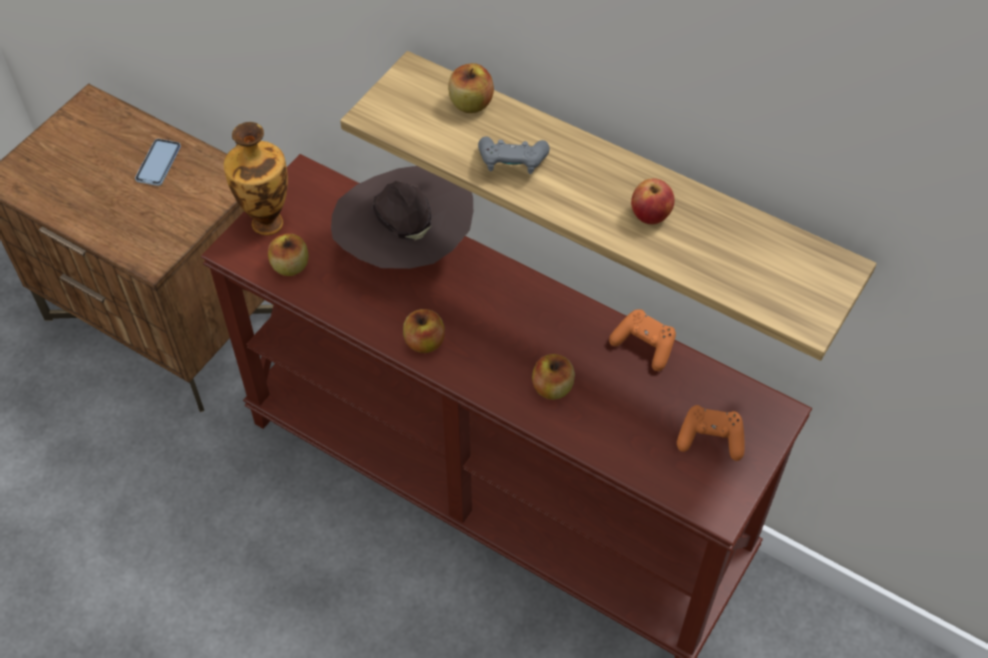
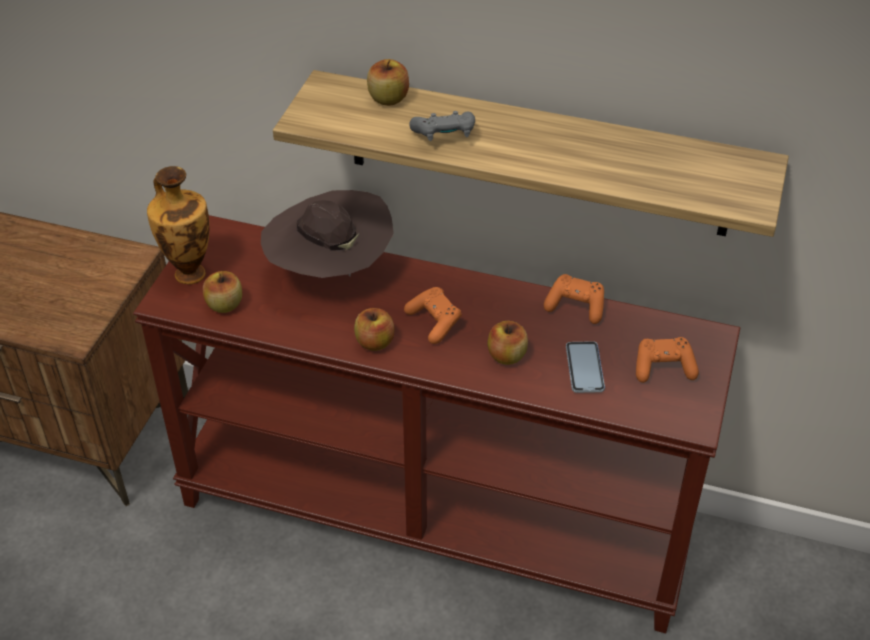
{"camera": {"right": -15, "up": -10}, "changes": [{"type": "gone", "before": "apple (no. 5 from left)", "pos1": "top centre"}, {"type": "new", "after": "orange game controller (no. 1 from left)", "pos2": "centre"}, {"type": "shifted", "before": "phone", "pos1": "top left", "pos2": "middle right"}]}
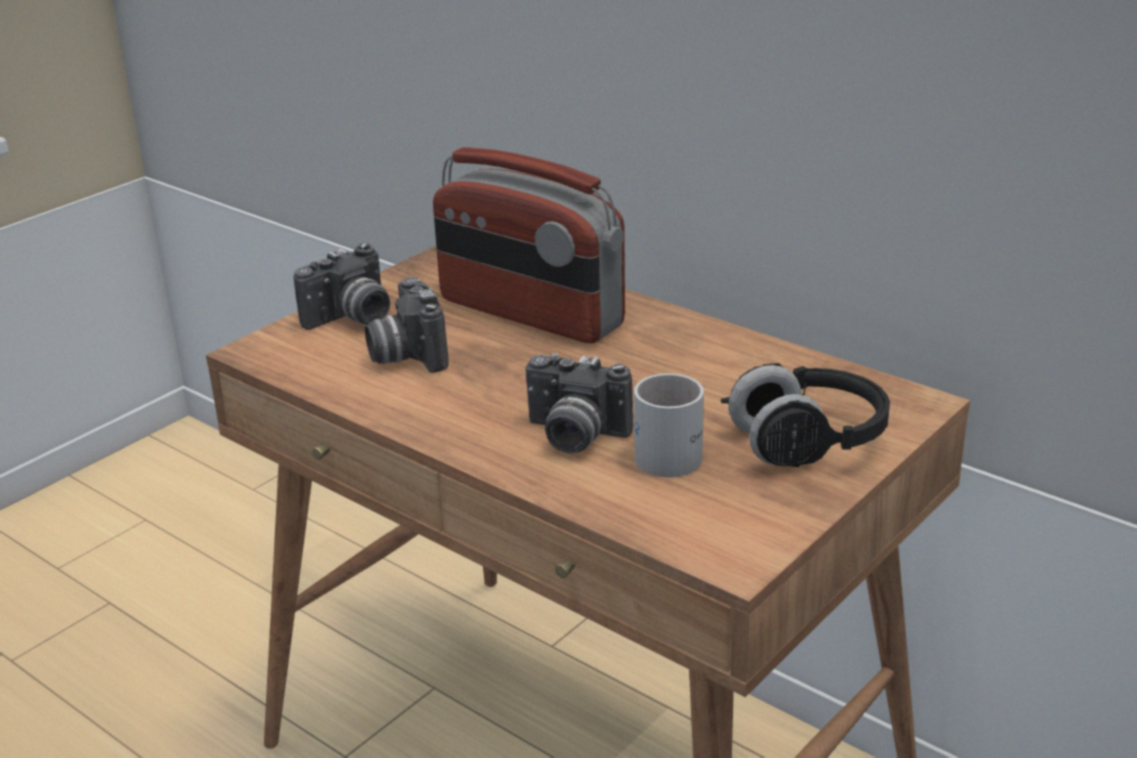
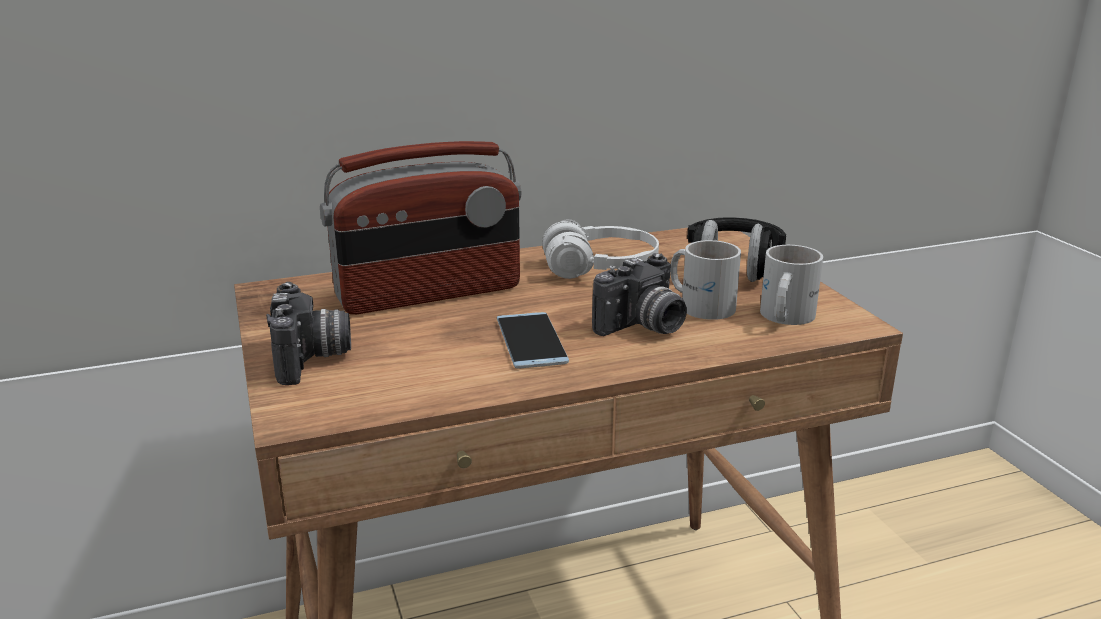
{"camera": {"right": -60, "up": -5}, "changes": [{"type": "gone", "before": "photo camera (no. 2 from left)", "pos1": "centre"}, {"type": "new", "after": "phone", "pos2": "centre"}, {"type": "new", "after": "white headphones", "pos2": "centre"}, {"type": "new", "after": "white mug (no. 2 from left)", "pos2": "middle right"}]}
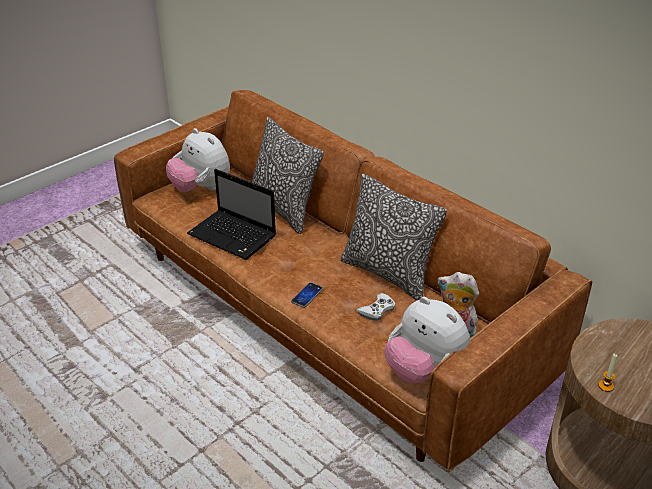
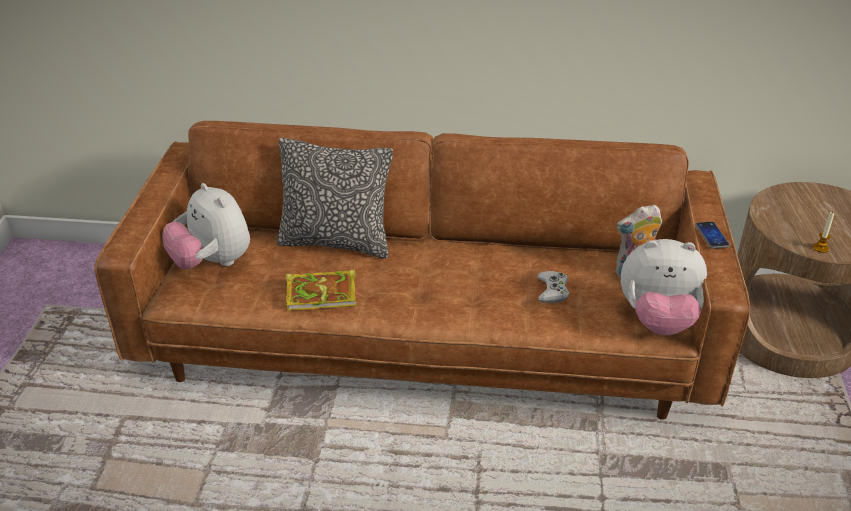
{"camera": {"right": -40, "up": 0}, "changes": [{"type": "gone", "before": "pillow (no. 2 from left)", "pos1": "centre"}, {"type": "shifted", "before": "phone", "pos1": "centre", "pos2": "middle right"}, {"type": "swapped", "before": "laptop", "after": "book", "pos1": "centre", "pos2": "centre"}, {"type": "rotated", "before": "plush toy (no. 1 from left)", "pos1": "top left", "pos2": "middle left", "turn": 45}]}
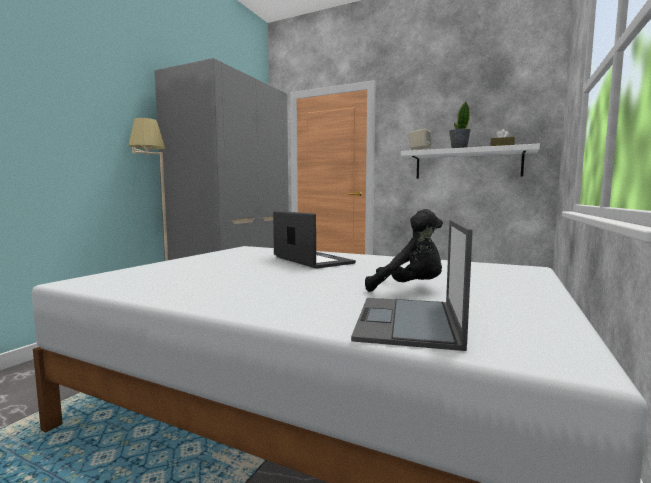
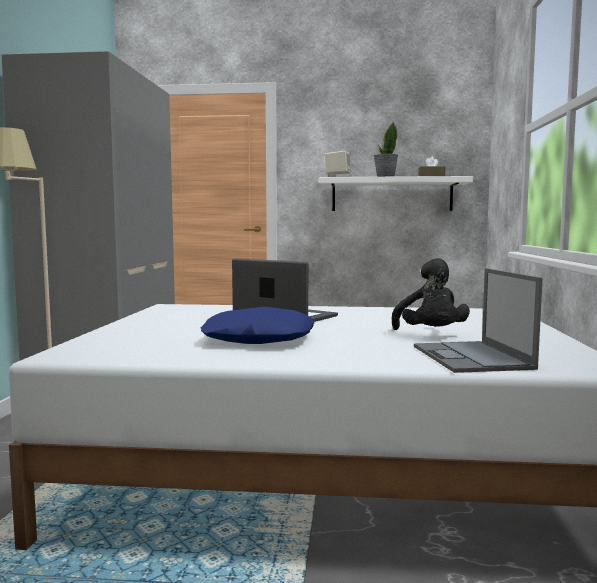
{"camera": {"right": -20, "up": 0}, "changes": [{"type": "new", "after": "blue pillow", "pos2": "centre"}, {"type": "rotated", "before": "black plush toy", "pos1": "centre", "pos2": "middle right", "turn": 75}]}
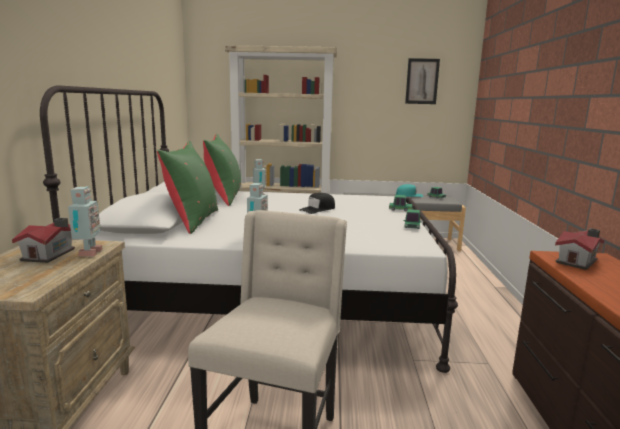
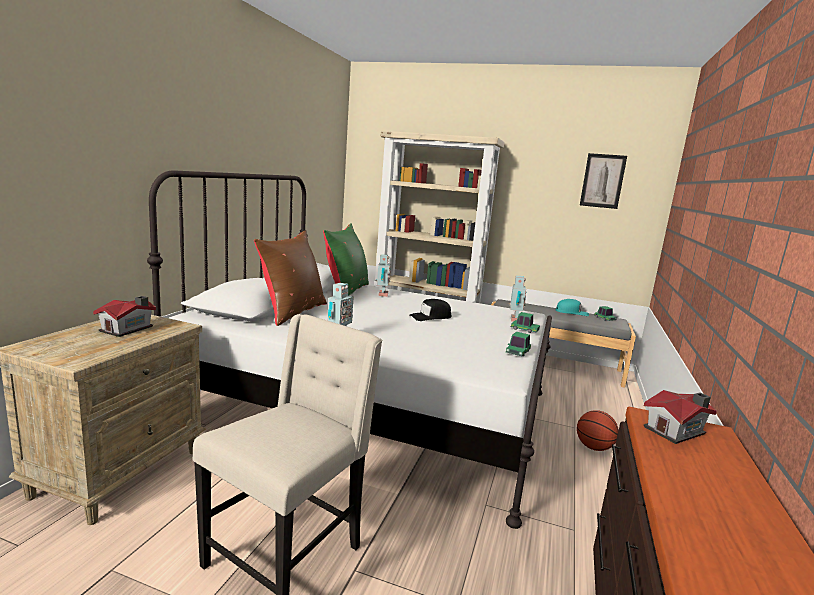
{"camera": {"right": 15, "up": 0}, "changes": [{"type": "new", "after": "basketball", "pos2": "bottom right"}, {"type": "shifted", "before": "toy robot (no. 1 from left in the first image)", "after": "toy robot (no. 3 from left)", "pos1": "middle left", "pos2": "centre"}, {"type": "repainted", "before": "green pillow (no. 1 from left)", "after": "brown pillow", "pos1": "middle left", "pos2": "centre"}]}
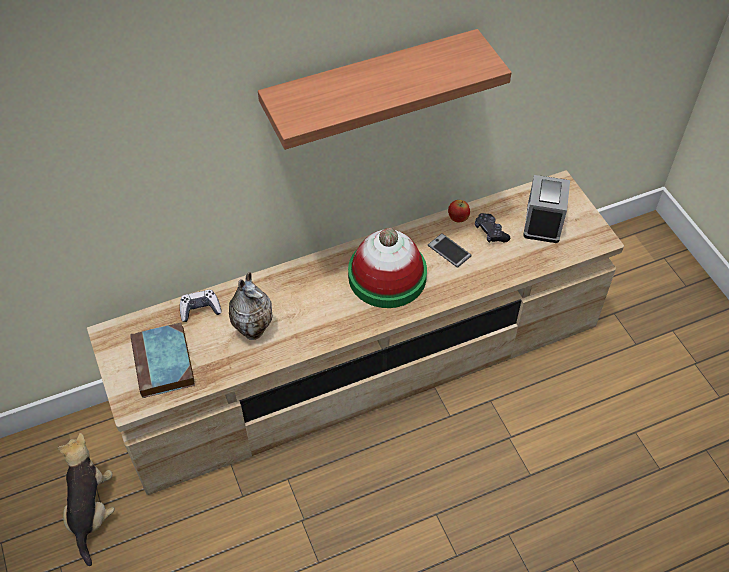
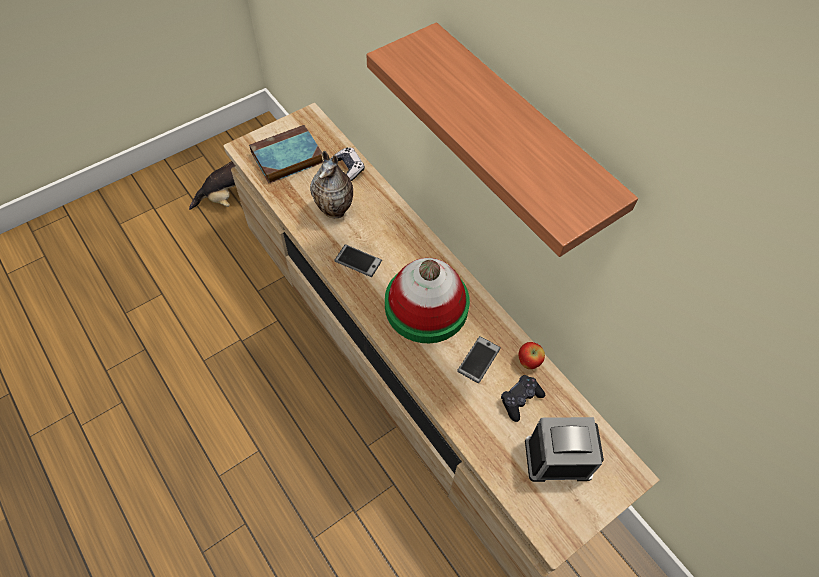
{"camera": {"right": 75, "up": 5}, "changes": [{"type": "new", "after": "phone (no. 1 from left)", "pos2": "centre"}]}
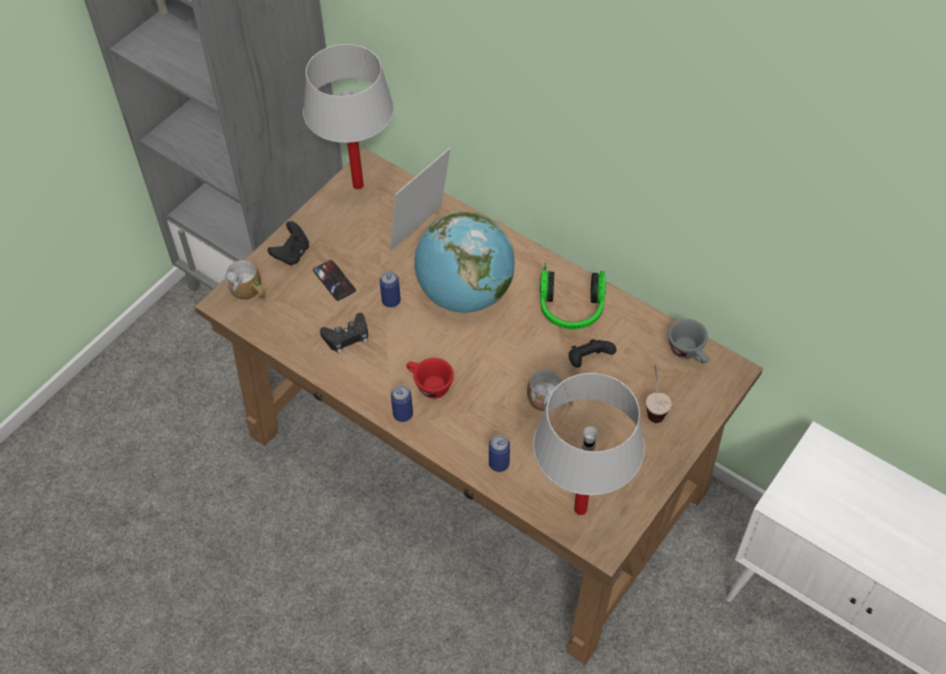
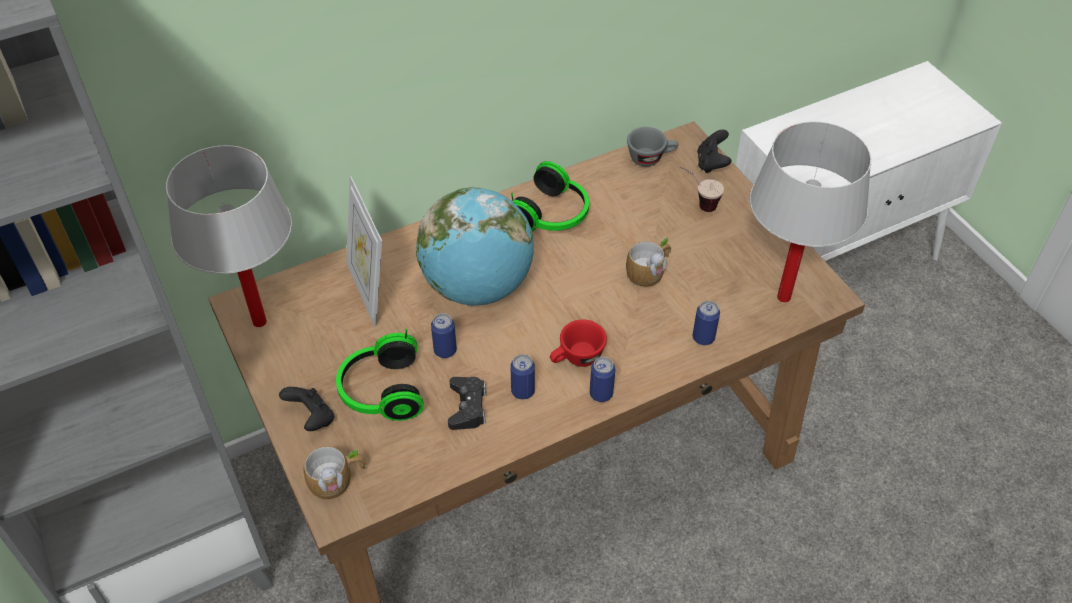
{"camera": {"right": -65, "up": -5}, "changes": [{"type": "new", "after": "can (no. 2 from left)", "pos2": "centre"}, {"type": "shifted", "before": "black game controller (no. 3 from left)", "pos1": "centre", "pos2": "top centre"}, {"type": "swapped", "before": "phone", "after": "headphones (no. 1 from left)", "pos1": "centre", "pos2": "centre"}]}
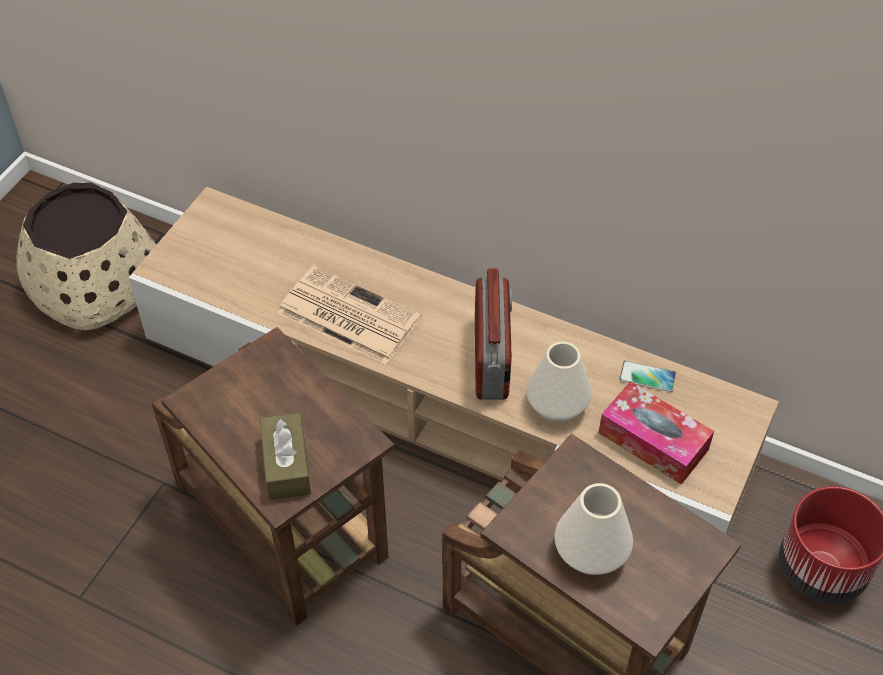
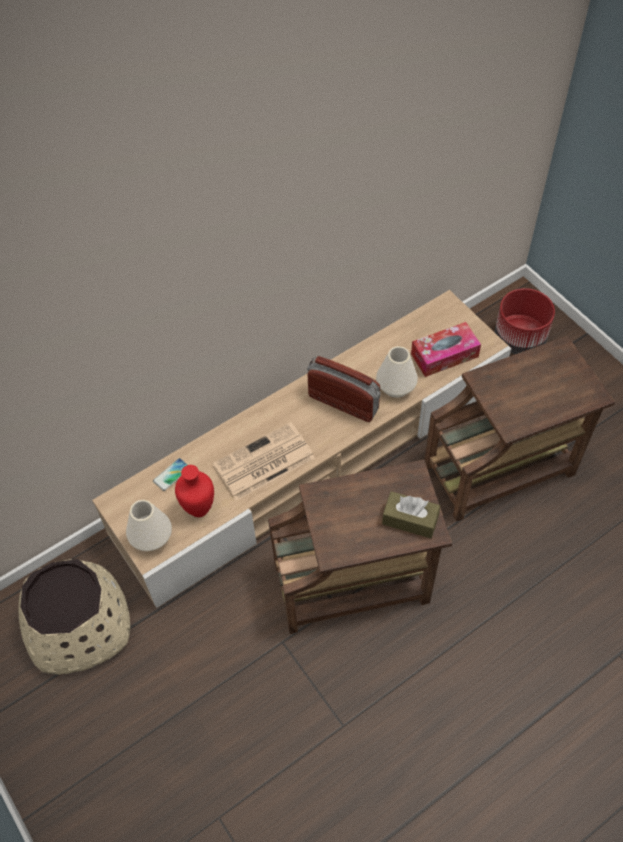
{"camera": {"right": -60, "up": 5}, "changes": [{"type": "new", "after": "red vase", "pos2": "middle left"}, {"type": "shifted", "before": "white vase (no. 2 from left in the first image)", "after": "white vase (no. 1 from left)", "pos1": "bottom right", "pos2": "middle left"}, {"type": "shifted", "before": "phone", "pos1": "middle right", "pos2": "middle left"}]}
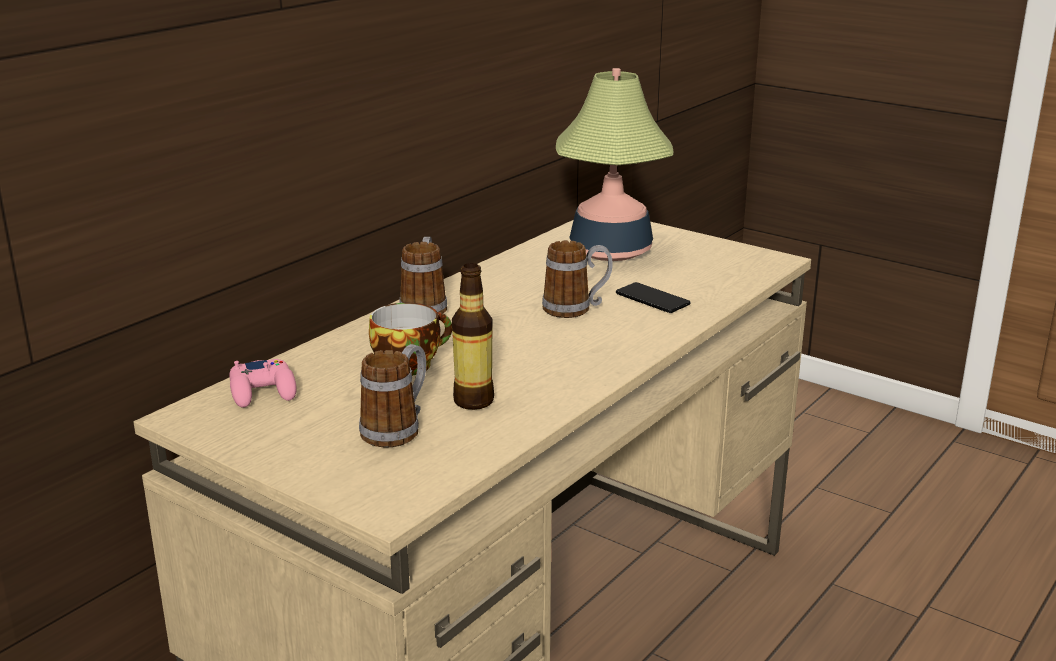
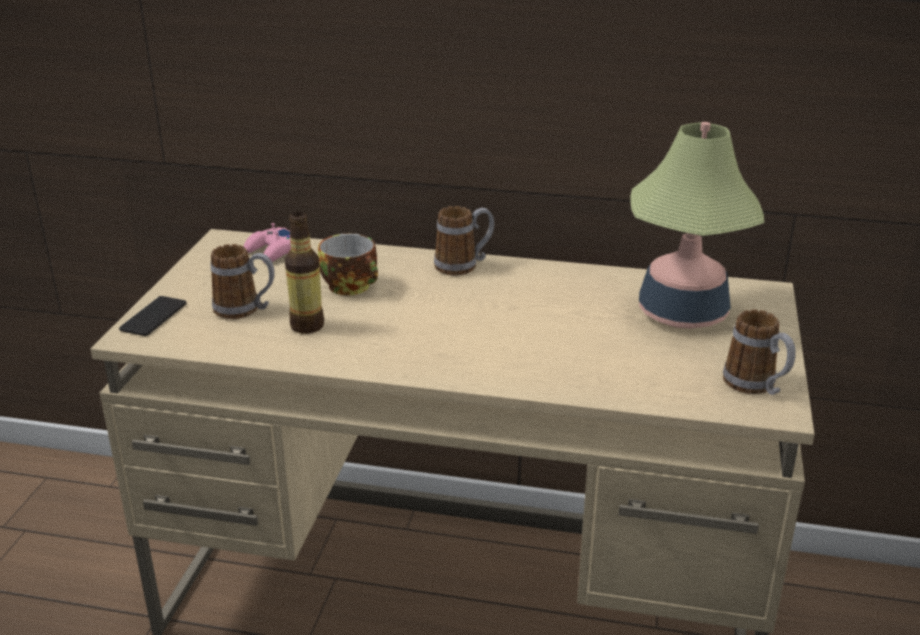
{"camera": {"right": 65, "up": 5}, "changes": [{"type": "shifted", "before": "mug (no. 3 from left)", "pos1": "centre", "pos2": "middle right"}, {"type": "shifted", "before": "phone", "pos1": "centre", "pos2": "middle left"}]}
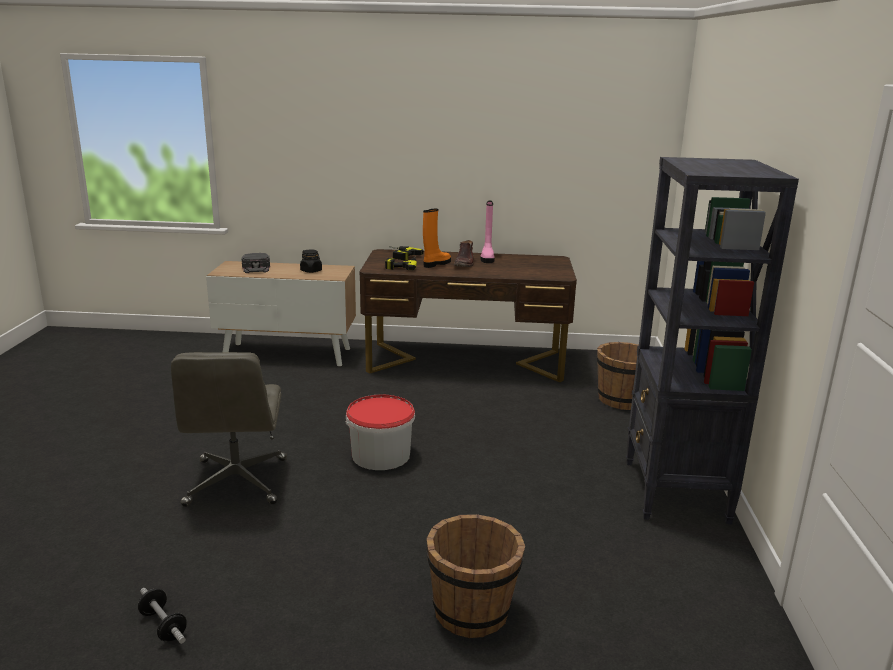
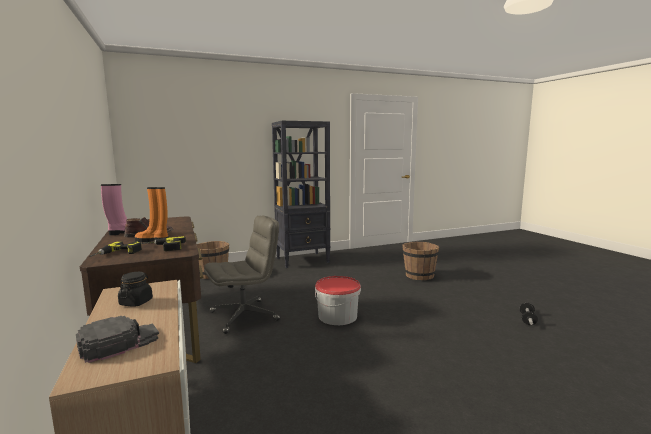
{"camera": {"right": -115, "up": -10}, "changes": [{"type": "shifted", "before": "grey office chair", "pos1": "middle left", "pos2": "centre"}]}
